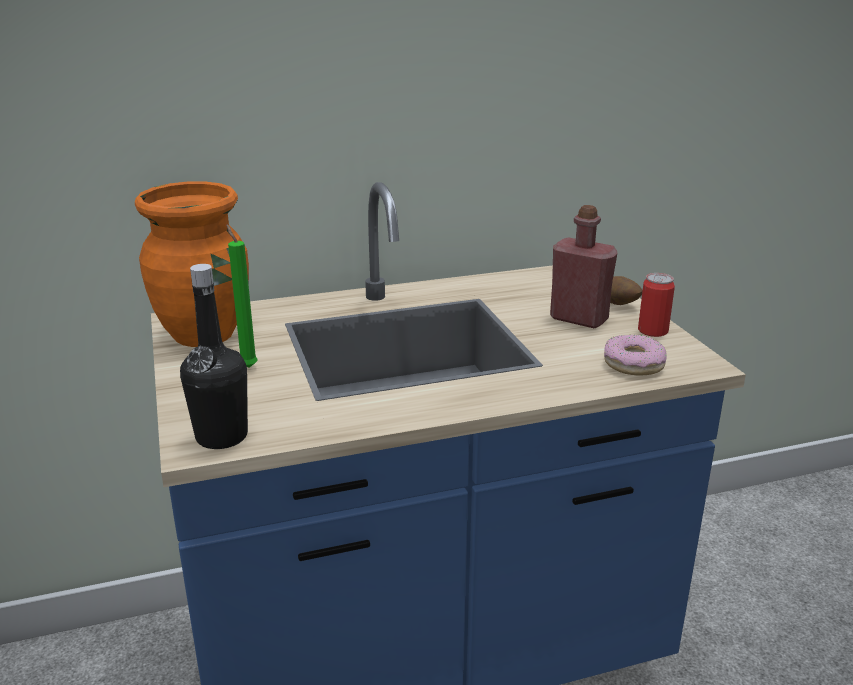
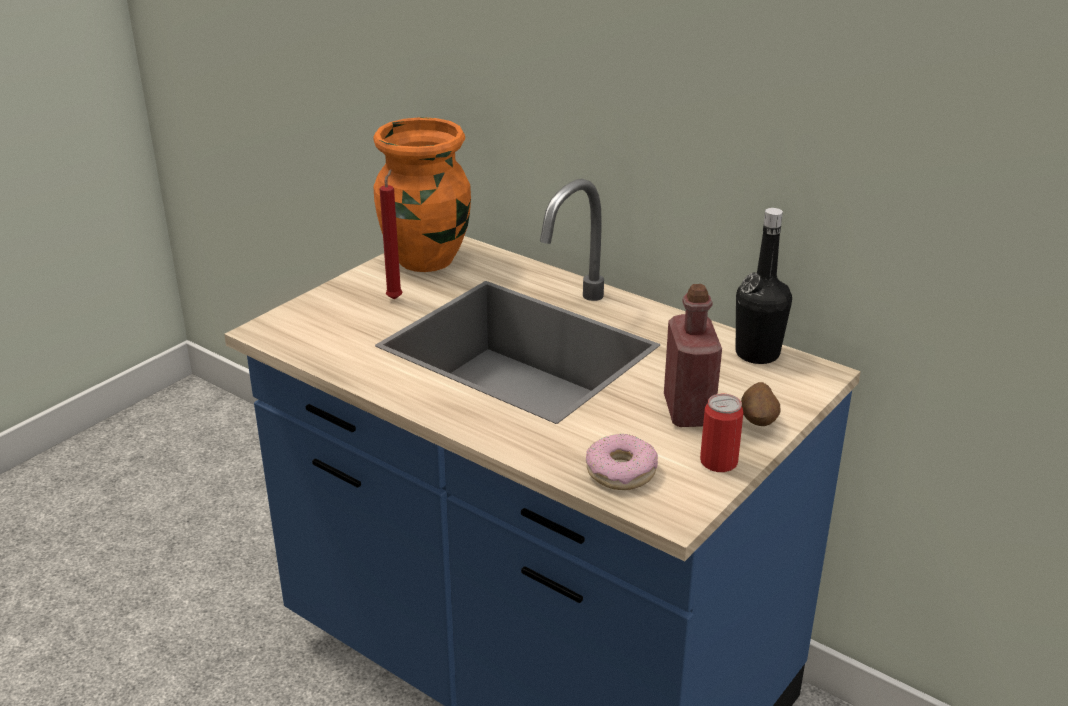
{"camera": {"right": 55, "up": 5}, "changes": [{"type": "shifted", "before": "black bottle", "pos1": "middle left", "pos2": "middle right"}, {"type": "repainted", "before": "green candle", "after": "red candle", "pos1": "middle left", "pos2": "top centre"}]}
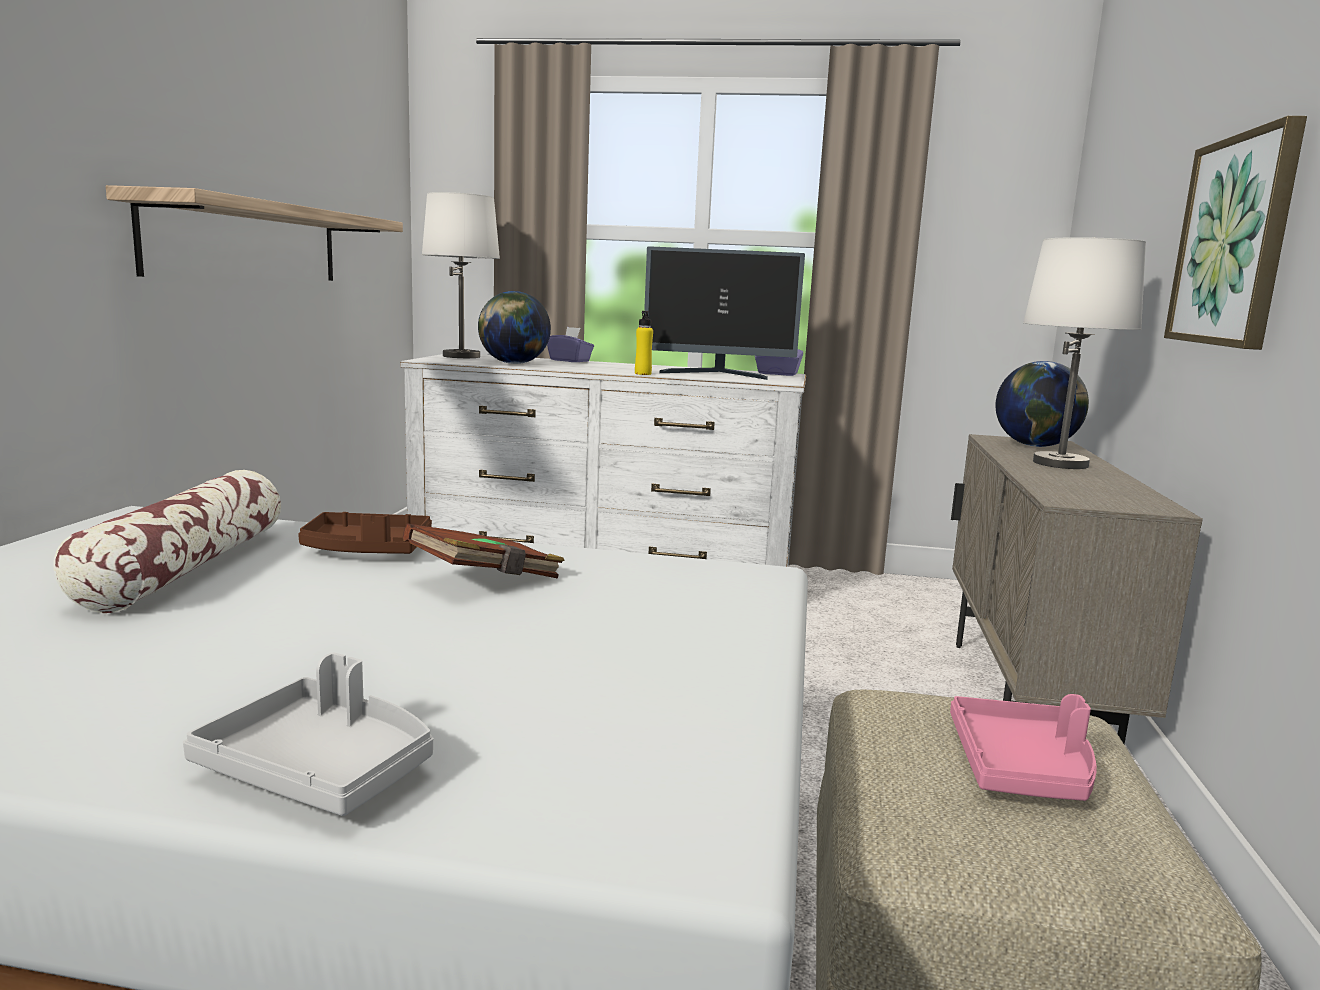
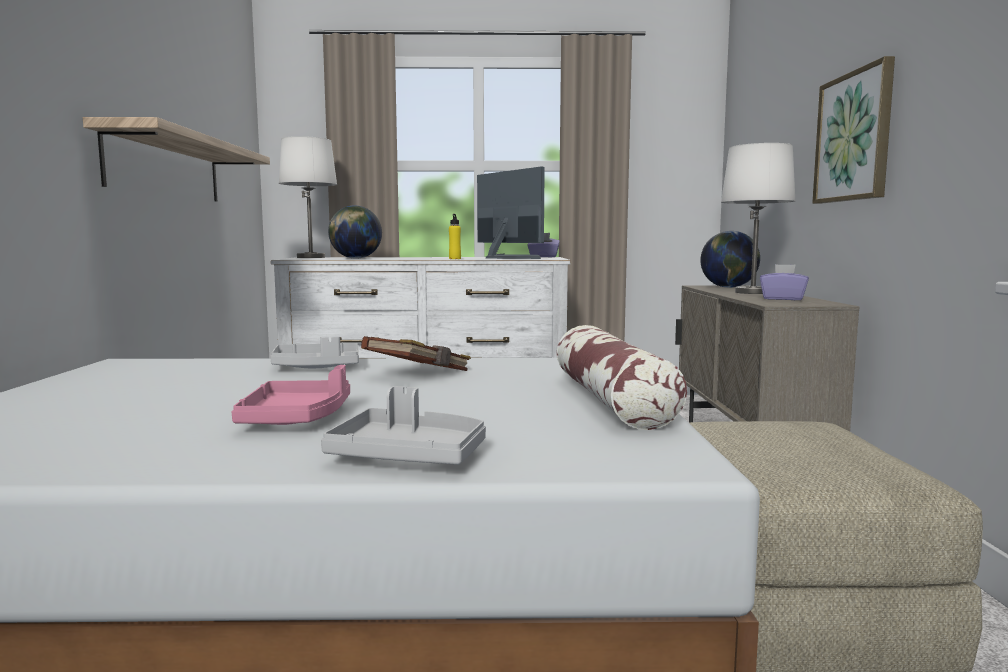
{"camera": {"right": -10, "up": -5}, "changes": [{"type": "shifted", "before": "pillow", "pos1": "middle left", "pos2": "centre"}, {"type": "shifted", "before": "purple tissue box (no. 1 from left in the first image)", "after": "purple tissue box (no. 2 from left)", "pos1": "centre", "pos2": "middle right"}, {"type": "shifted", "before": "pink tray", "pos1": "bottom right", "pos2": "middle left"}, {"type": "repainted", "before": "brown tray", "after": "grey tray (no. 1 from left)", "pos1": "middle left", "pos2": "middle left"}, {"type": "rotated", "before": "monitor", "pos1": "top centre", "pos2": "top centre", "turn": -120}]}
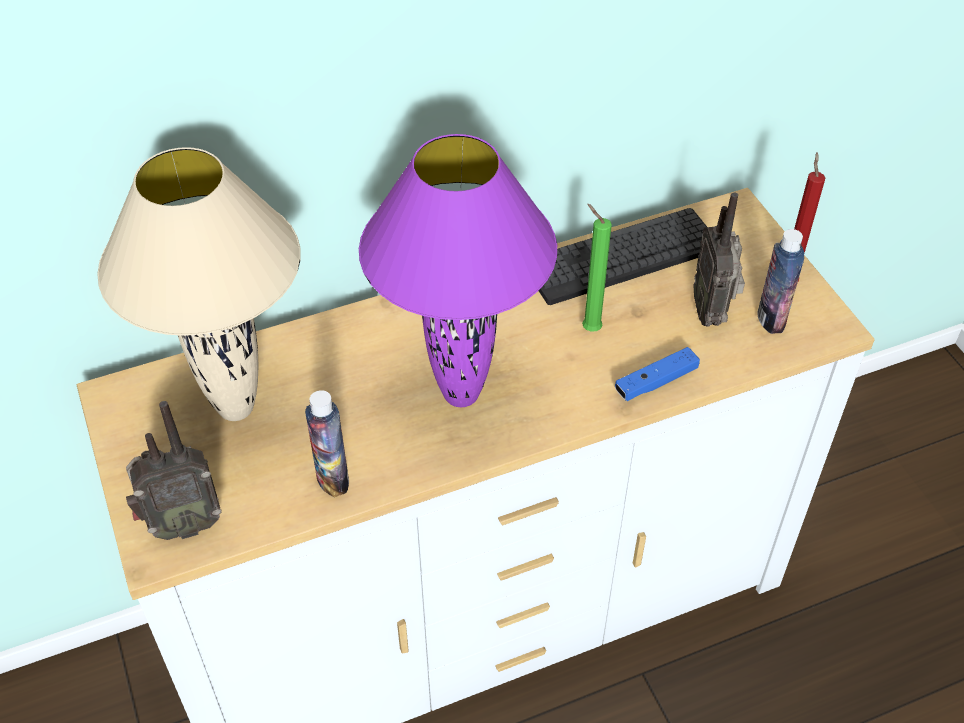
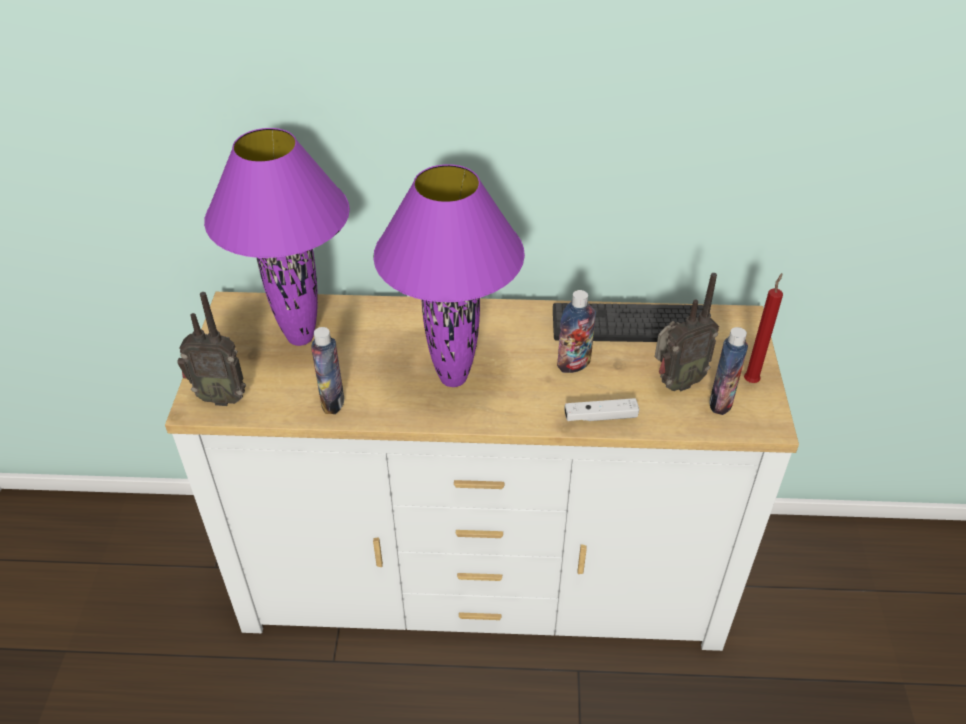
{"camera": {"right": 25, "up": -5}, "changes": [{"type": "swapped", "before": "green candle", "after": "bottle (no. 2 from left)", "pos1": "centre", "pos2": "centre"}, {"type": "repainted", "before": "beige table lamp", "after": "purple table lamp (no. 1 from left)", "pos1": "middle left", "pos2": "top left"}, {"type": "repainted", "before": "blue game controller", "after": "white game controller", "pos1": "middle right", "pos2": "centre"}, {"type": "rotated", "before": "radio (no. 2 from left)", "pos1": "middle right", "pos2": "middle right", "turn": -135}]}
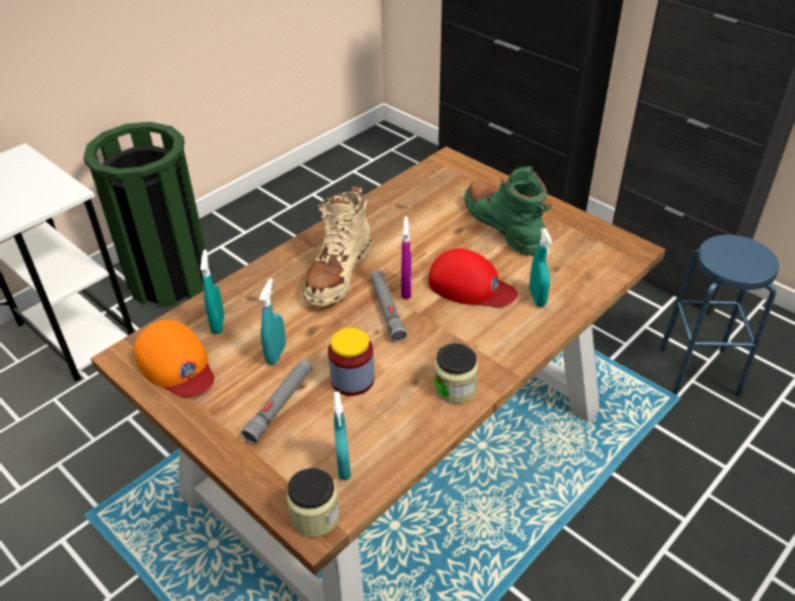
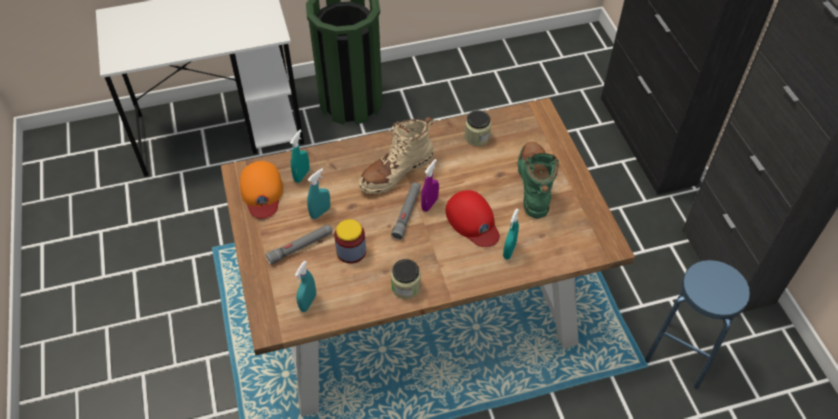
{"camera": {"right": 30, "up": 10}, "changes": [{"type": "shifted", "before": "jar (no. 1 from left in the first image)", "after": "jar (no. 3 from left)", "pos1": "bottom centre", "pos2": "top centre"}]}
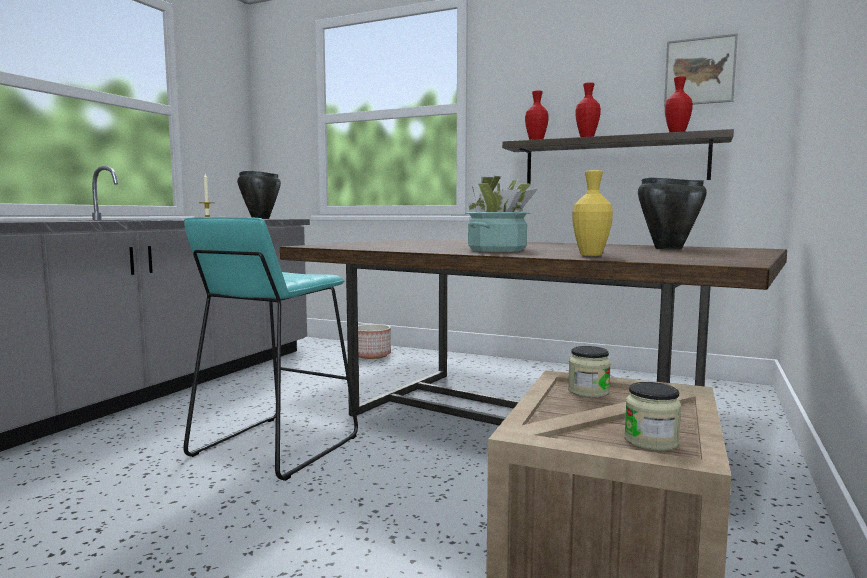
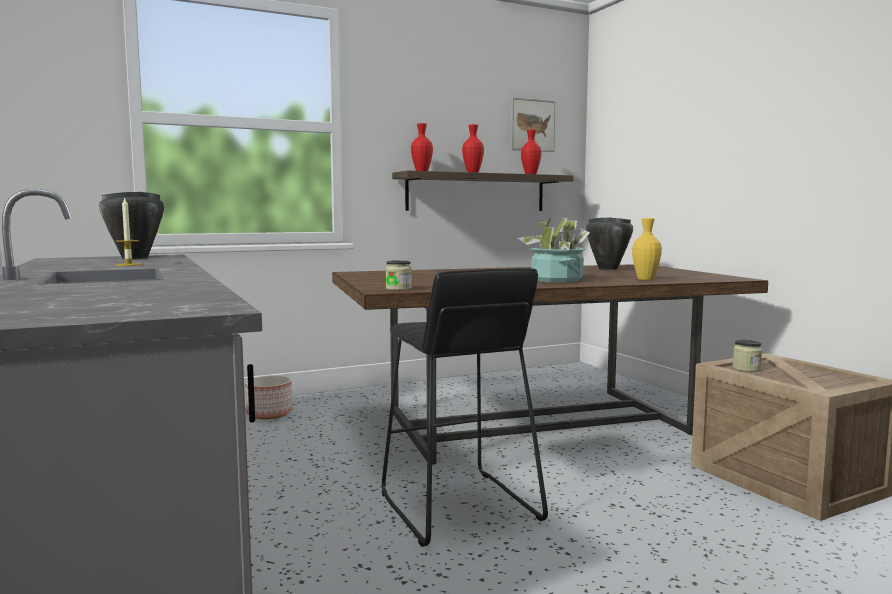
{"camera": {"right": -50, "up": 0}, "changes": [{"type": "shifted", "before": "jar (no. 2 from left in the first image)", "after": "jar (no. 1 from left)", "pos1": "bottom right", "pos2": "centre"}, {"type": "repainted", "before": "turquoise stool", "after": "black stool", "pos1": "middle left", "pos2": "bottom centre"}]}
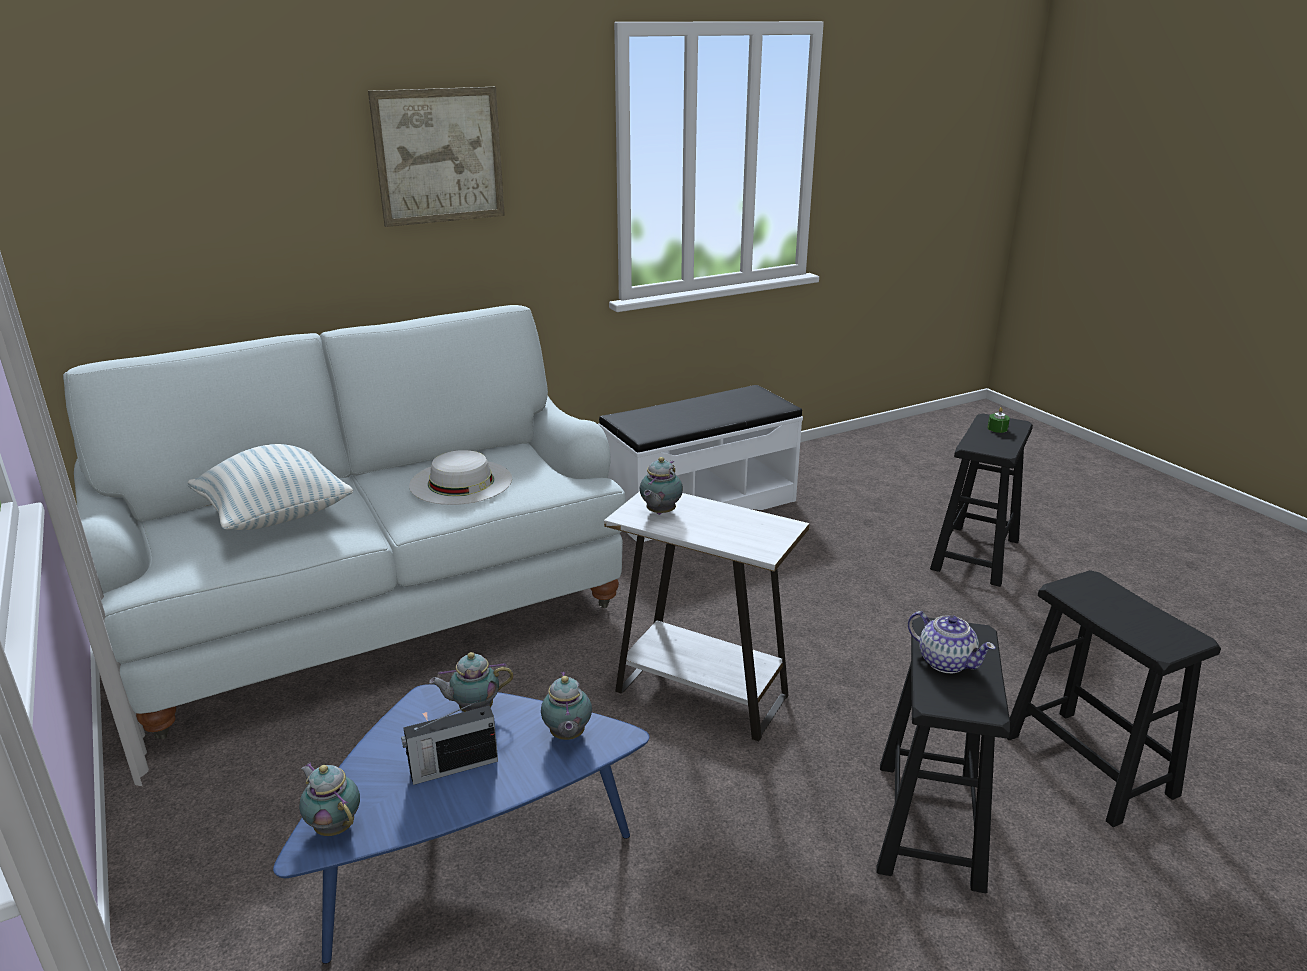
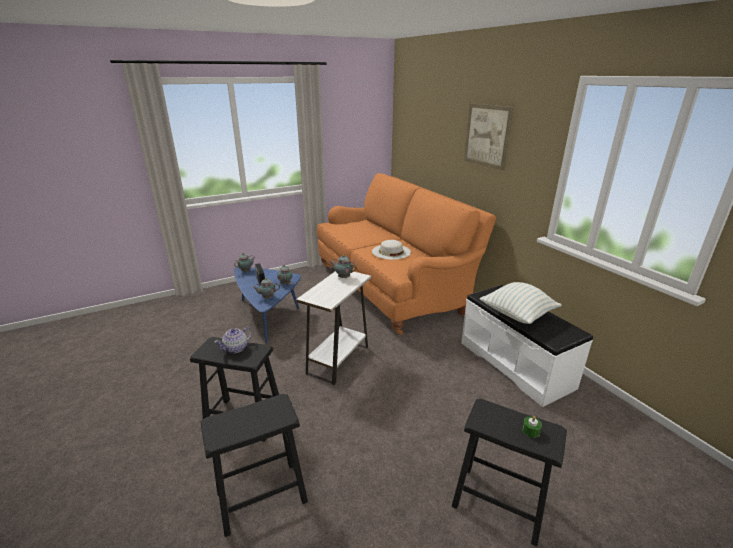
{"camera": {"right": 90, "up": 0}, "changes": [{"type": "shifted", "before": "pillow", "pos1": "middle left", "pos2": "middle right"}, {"type": "repainted", "before": "white sofa", "after": "orange sofa", "pos1": "middle left", "pos2": "centre"}]}
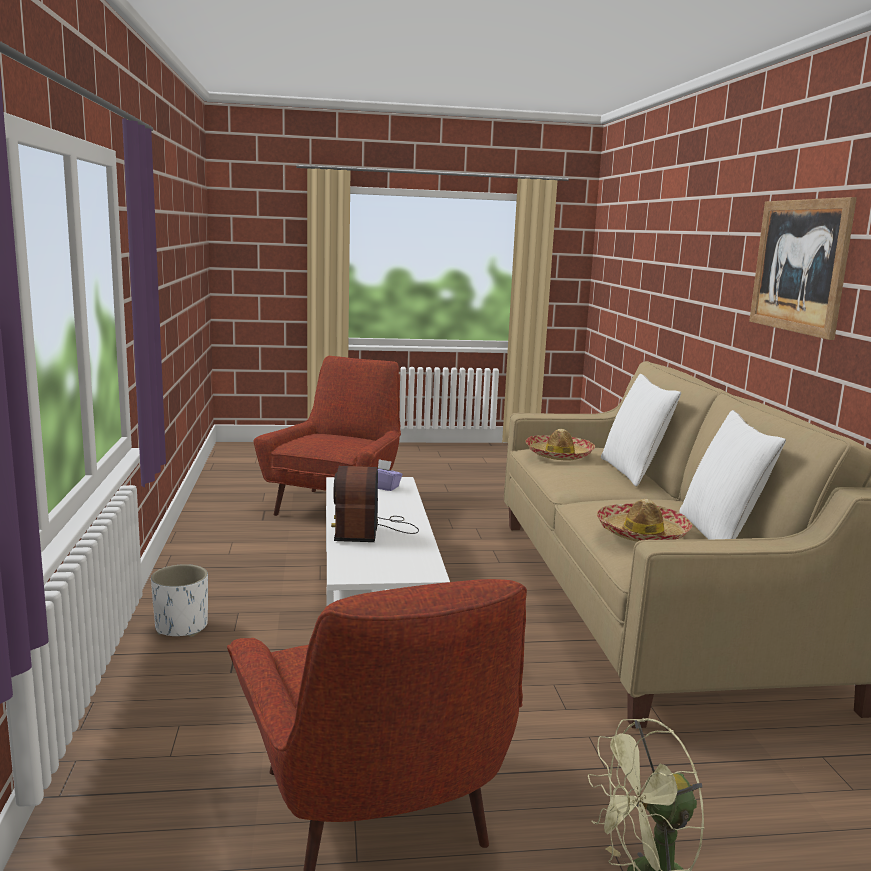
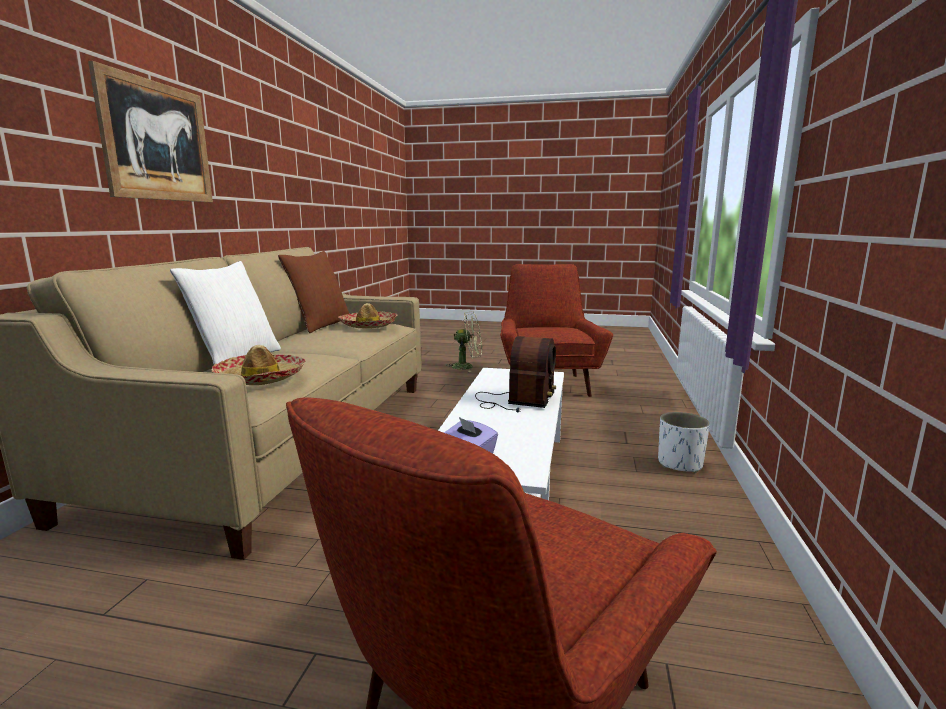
{"camera": {"right": -160, "up": 0}, "changes": [{"type": "repainted", "before": "white pillow (no. 2 from left)", "after": "brown pillow", "pos1": "middle right", "pos2": "middle left"}]}
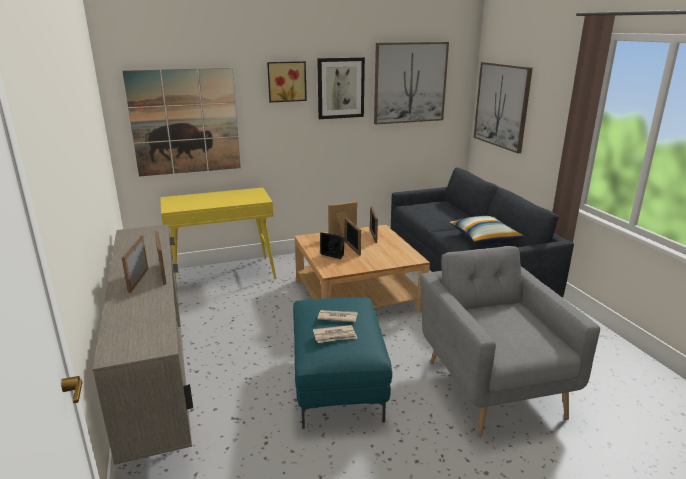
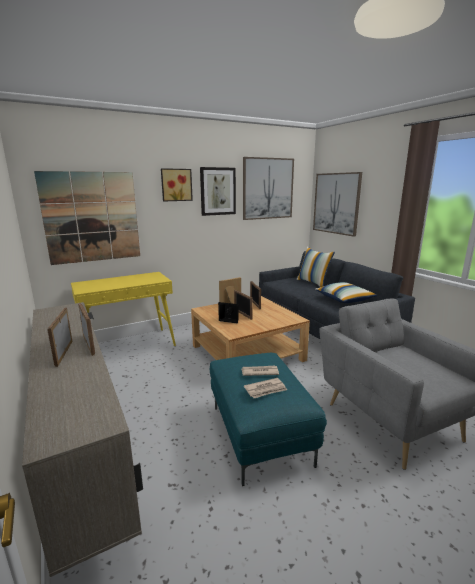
{"camera": {"right": -10, "up": -5}, "changes": [{"type": "new", "after": "pillow (no. 1 from left)", "pos2": "centre"}]}
